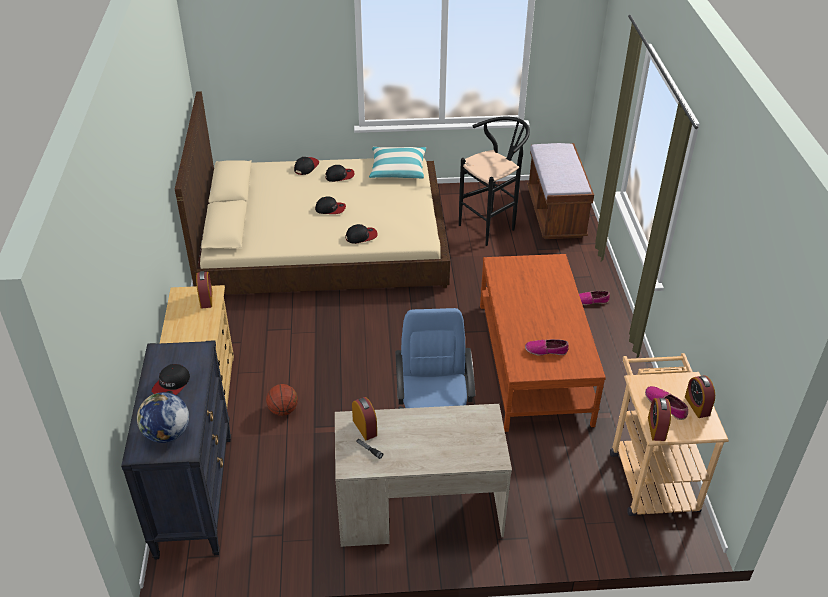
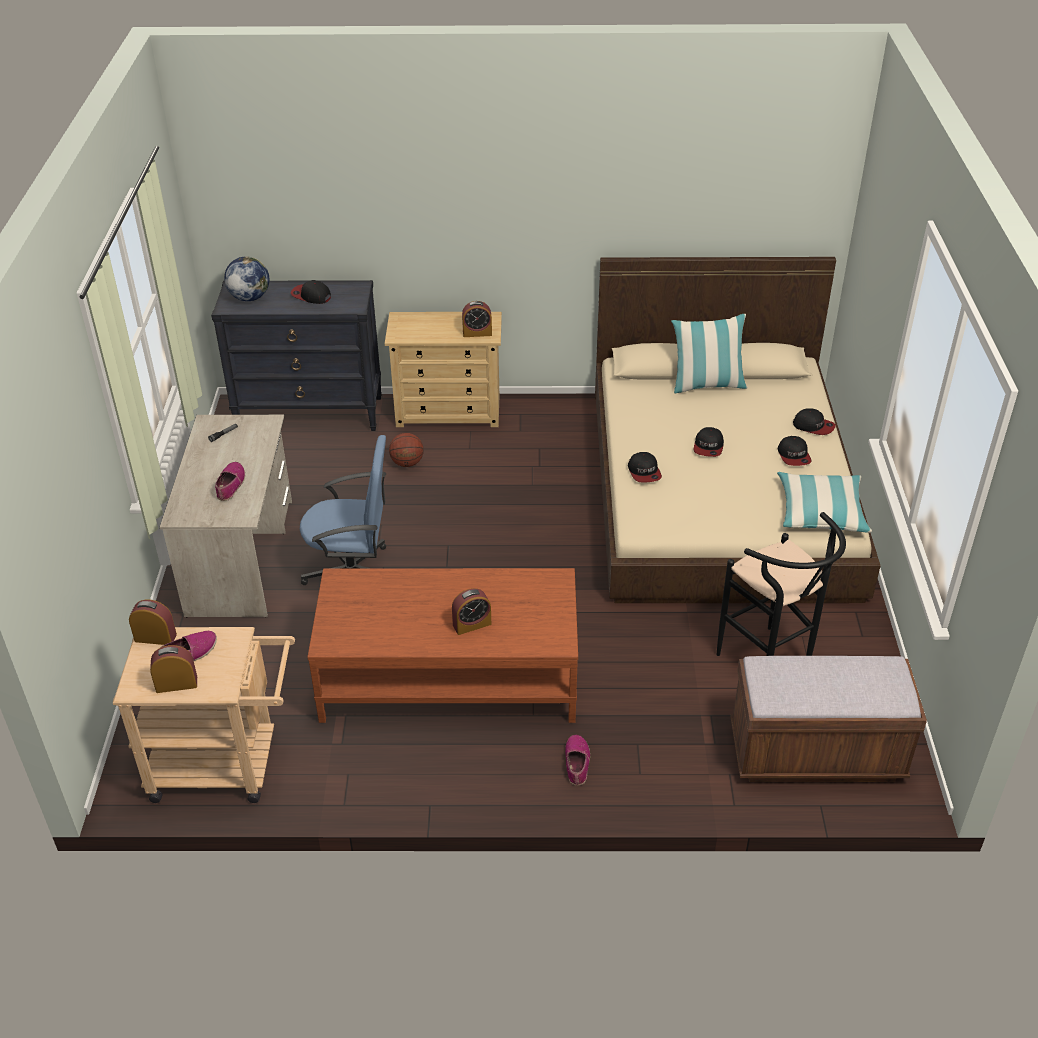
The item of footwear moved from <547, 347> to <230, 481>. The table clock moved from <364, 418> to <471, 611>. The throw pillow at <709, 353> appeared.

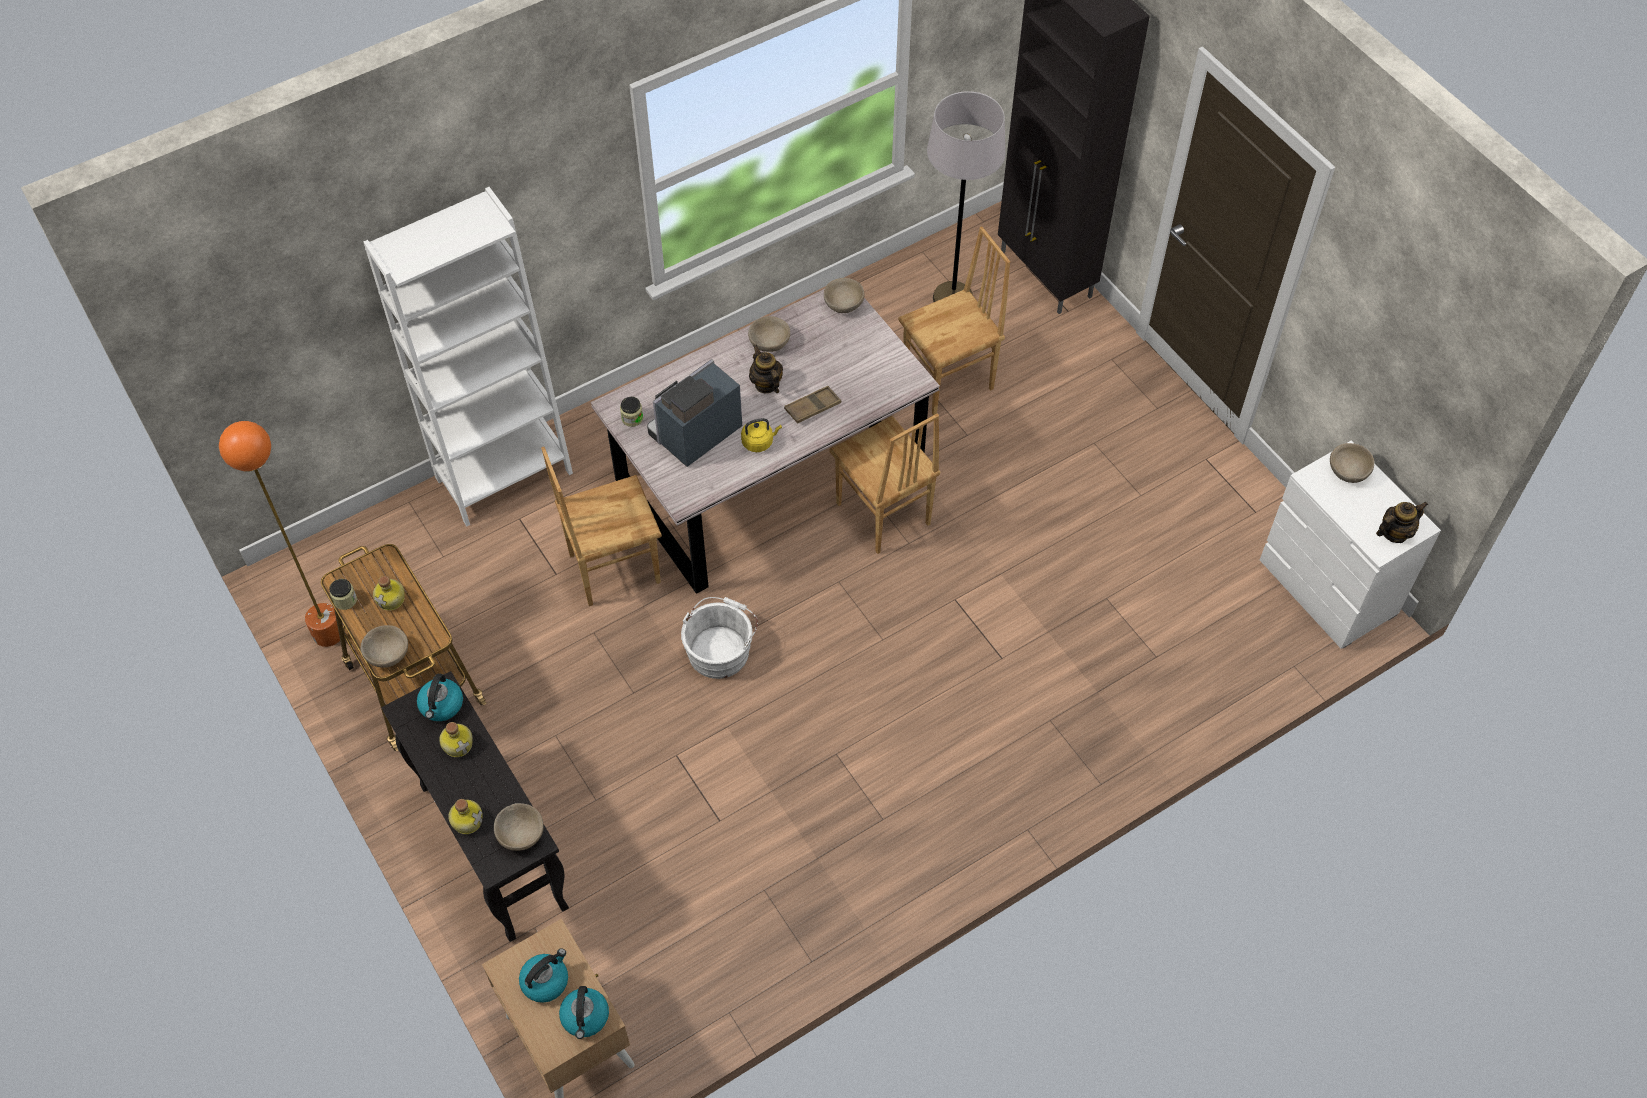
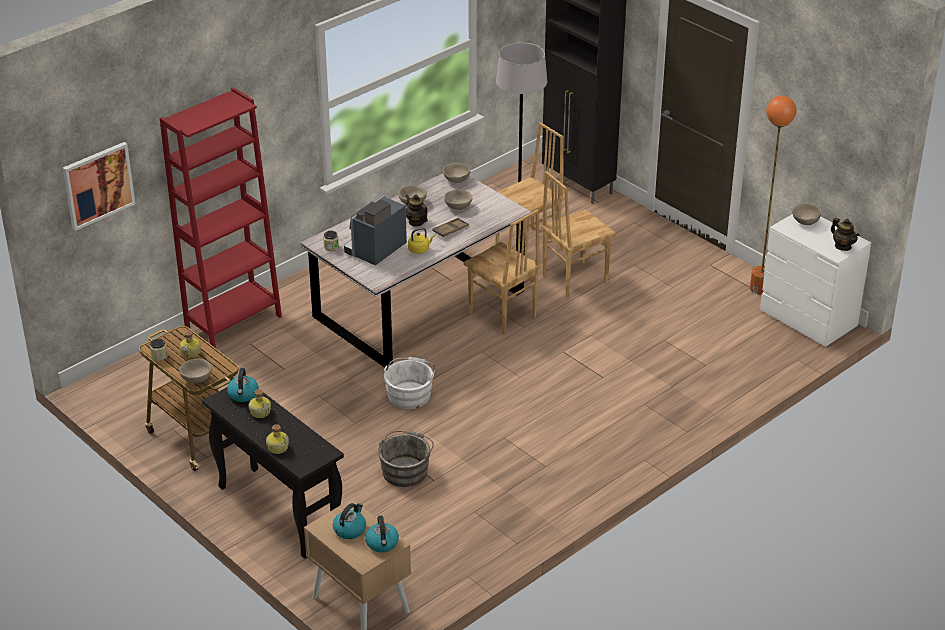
The bookshelf (whitish) at <468, 356> became the bookshelf (reddish) at <221, 217>. The floor lamp (orange-coloured) moved from <281, 534> to <773, 195>. The upright chair (brown-coloured) moved from <601, 526> to <578, 234>. The pot for tea at <1402, 522> turned 90 degrees clockwise. The serving bowl (beige) moved from <519, 827> to <458, 199>. The wall picture at <99, 186> appeared. The bucket (gray) at <406, 458> appeared.

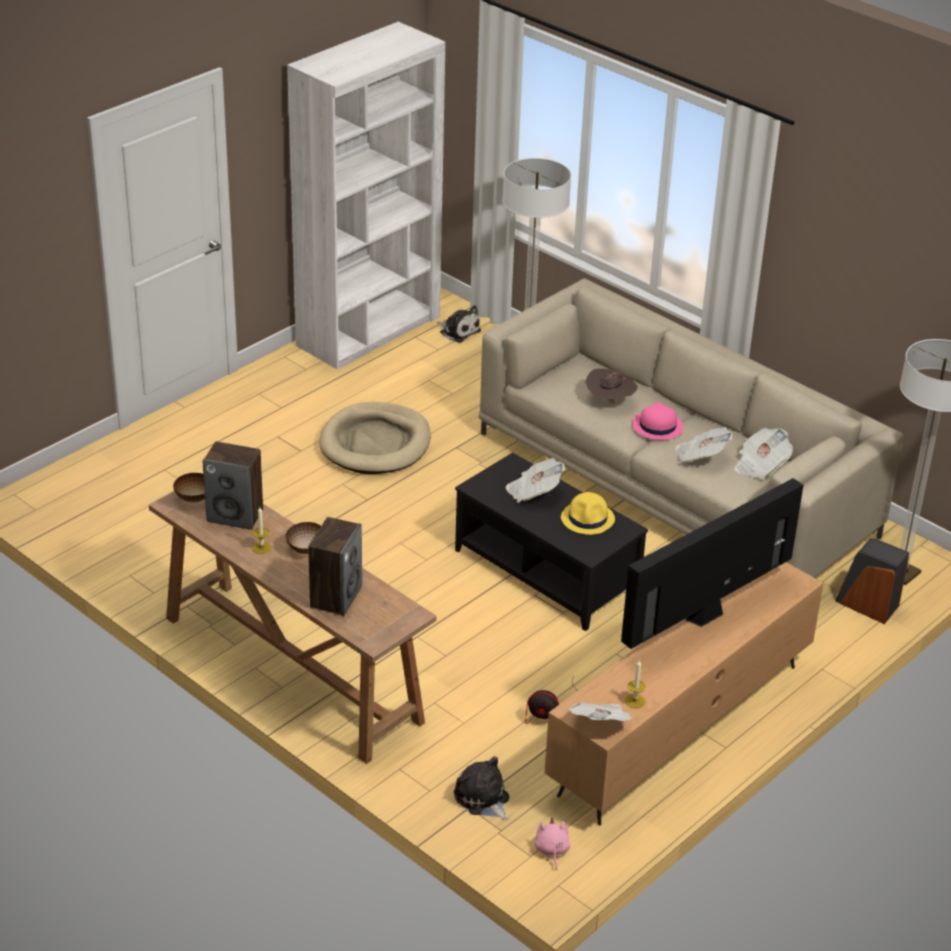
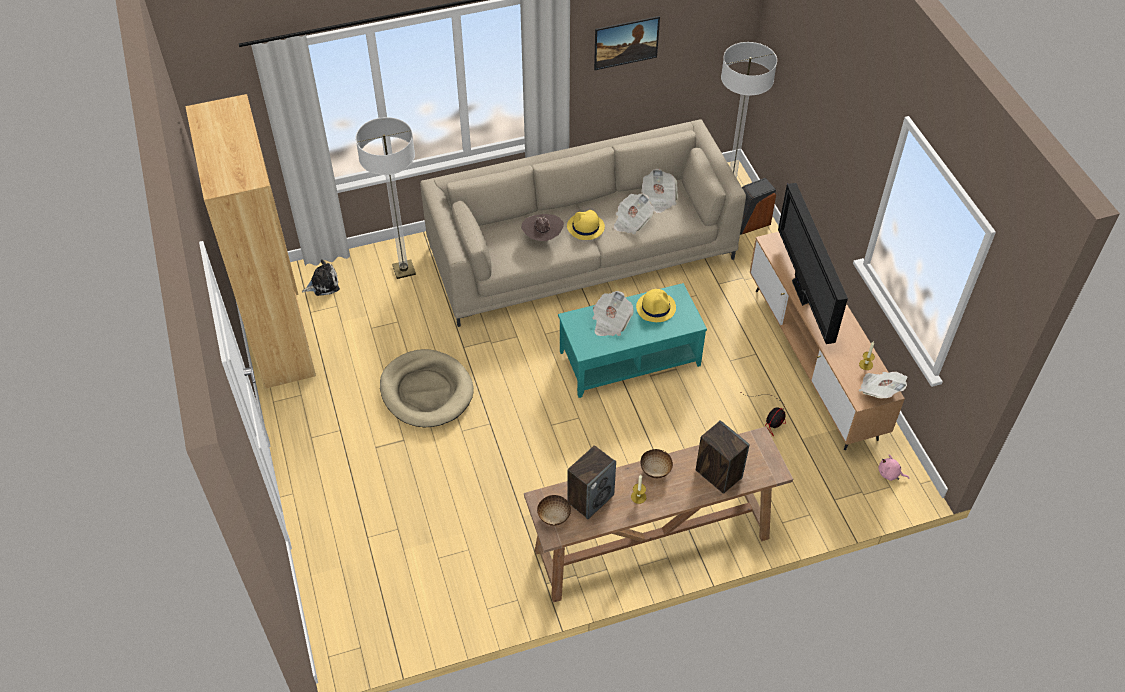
The bookshelf (whitish) at <366, 195> became the bookshelf (brown-coloured) at <250, 241>. The clothing hat (pinkish) at <657, 421> became the clothing hat (yellowish) at <586, 225>. The low table (blackish) at <551, 541> became the low table (turquoise) at <632, 340>. The plush toy at <481, 788> disappeared. The wall picture at <627, 43> appeared.

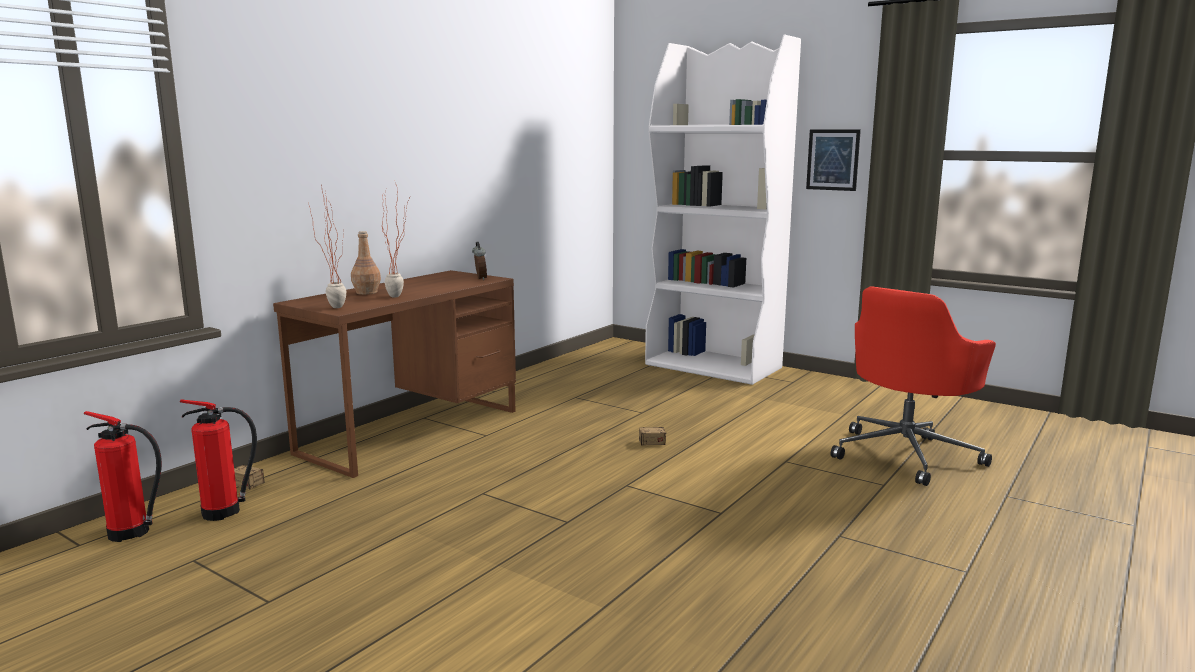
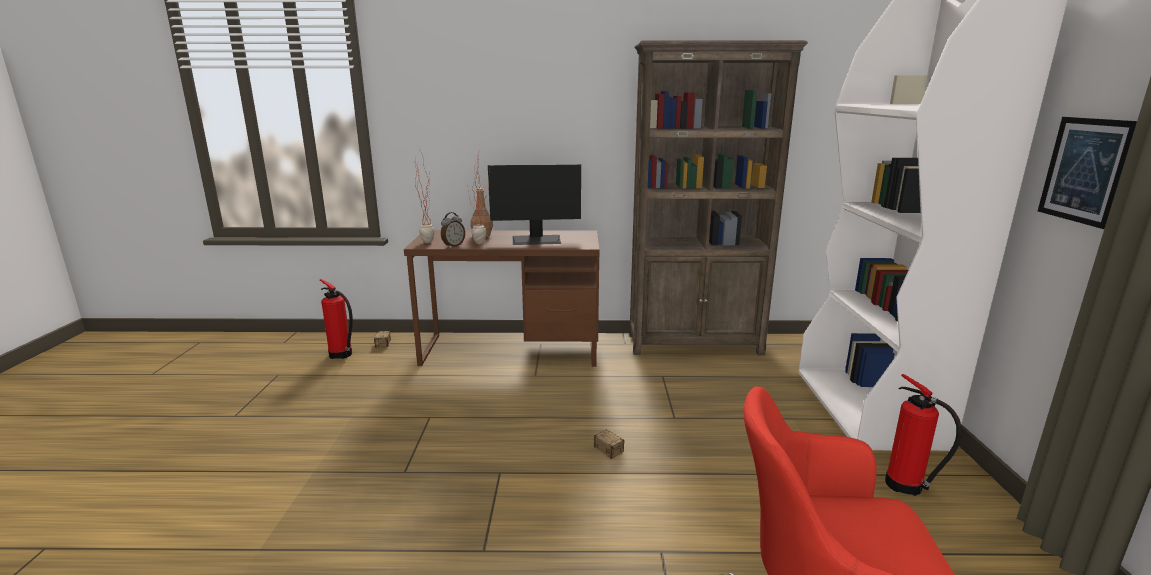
The table clock moved from <479, 261> to <453, 230>. The extinguisher moved from <123, 476> to <923, 435>. The bookshelf (brown-coloured) at <719, 197> appeared. The computer screen at <534, 204> appeared.

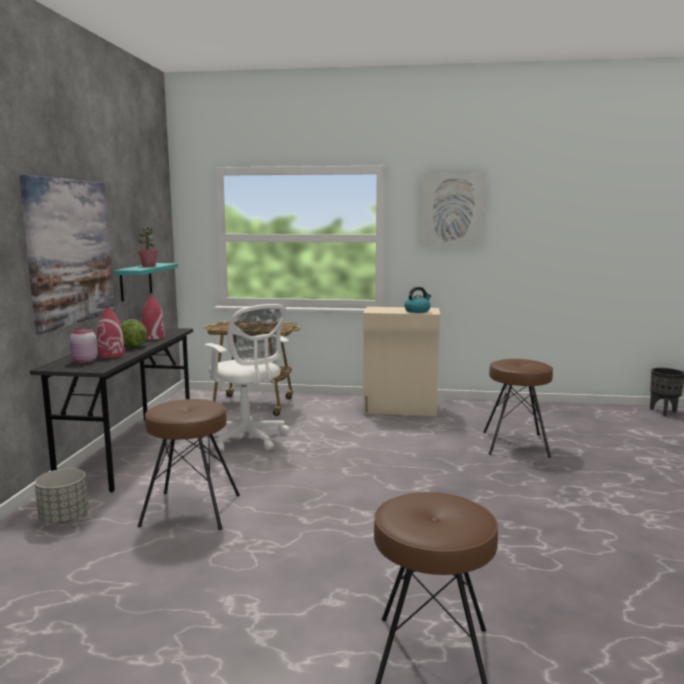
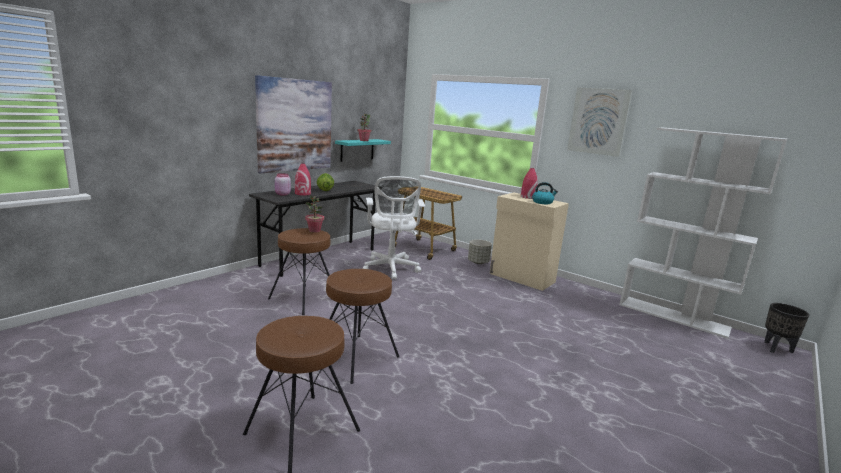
The vase (reddish) moved from <153, 318> to <529, 183>. The stool (brown-coloured) moved from <518, 408> to <362, 326>. The flower pot (gray) moved from <61, 496> to <480, 251>. The bookshelf (whitish) at <703, 233> appeared. The houseplant at <314, 214> appeared.

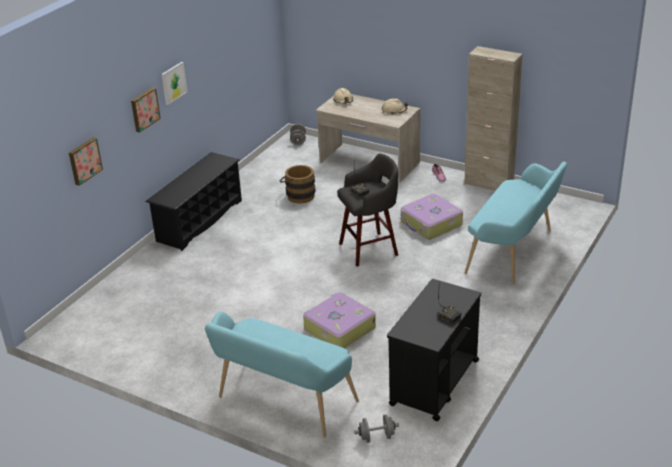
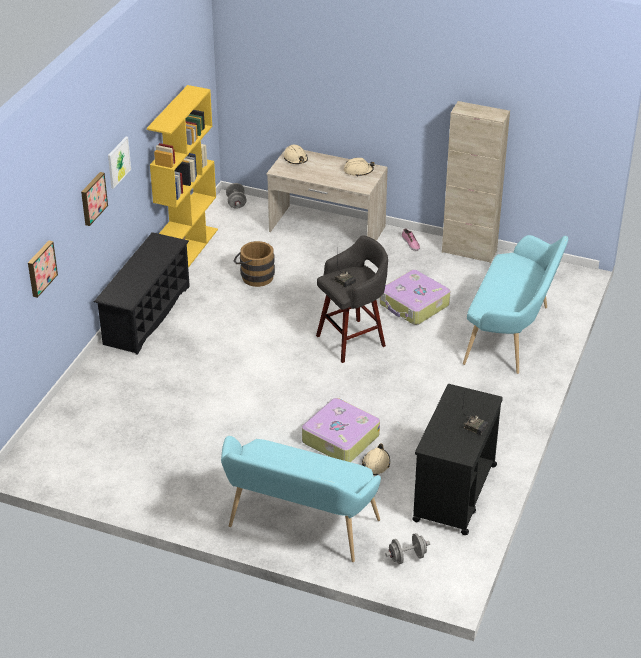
The bookshelf (yellowish) at <182, 176> appeared. The hard hat (beige) at <376, 459> appeared.

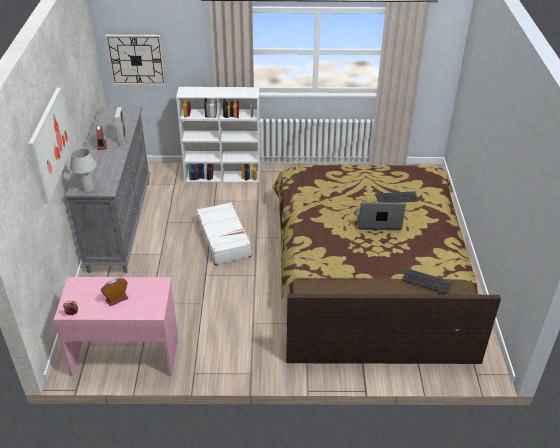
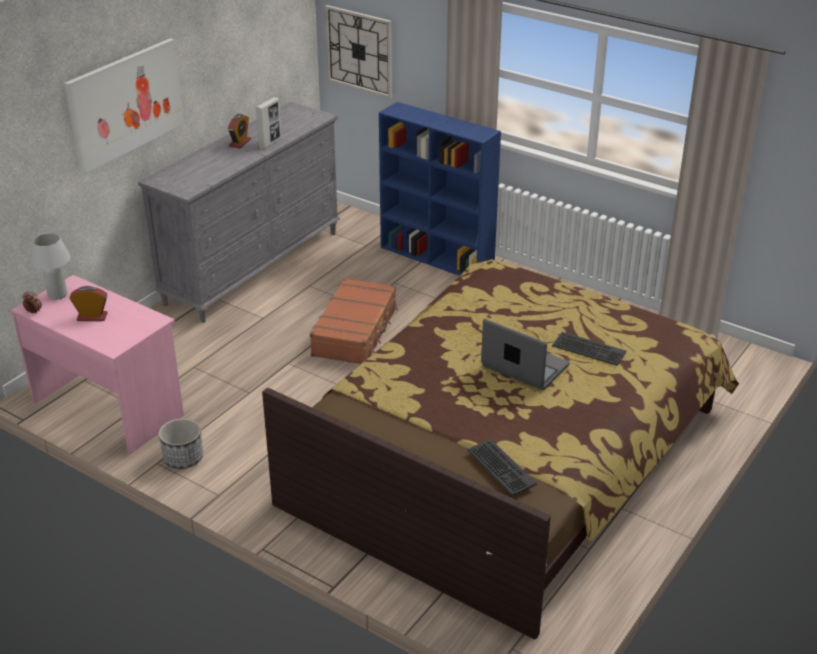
The bookshelf (whitish) at <218, 135> became the bookshelf (blue-coloured) at <440, 189>. The table lamp (whitish) moved from <83, 170> to <50, 266>. The piece of luggage (whitish) at <224, 233> became the piece of luggage (brown-coloured) at <354, 321>. The flower pot at <181, 443> appeared.

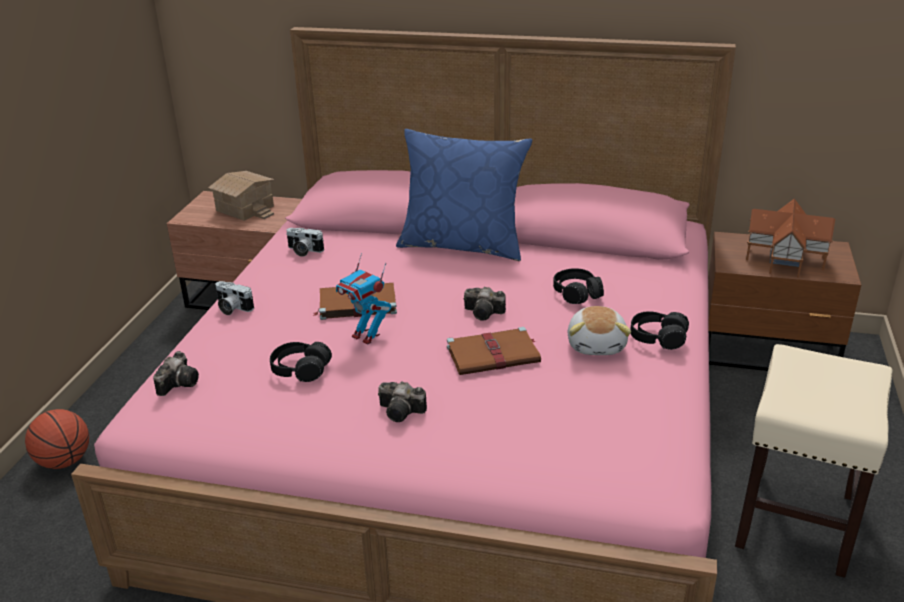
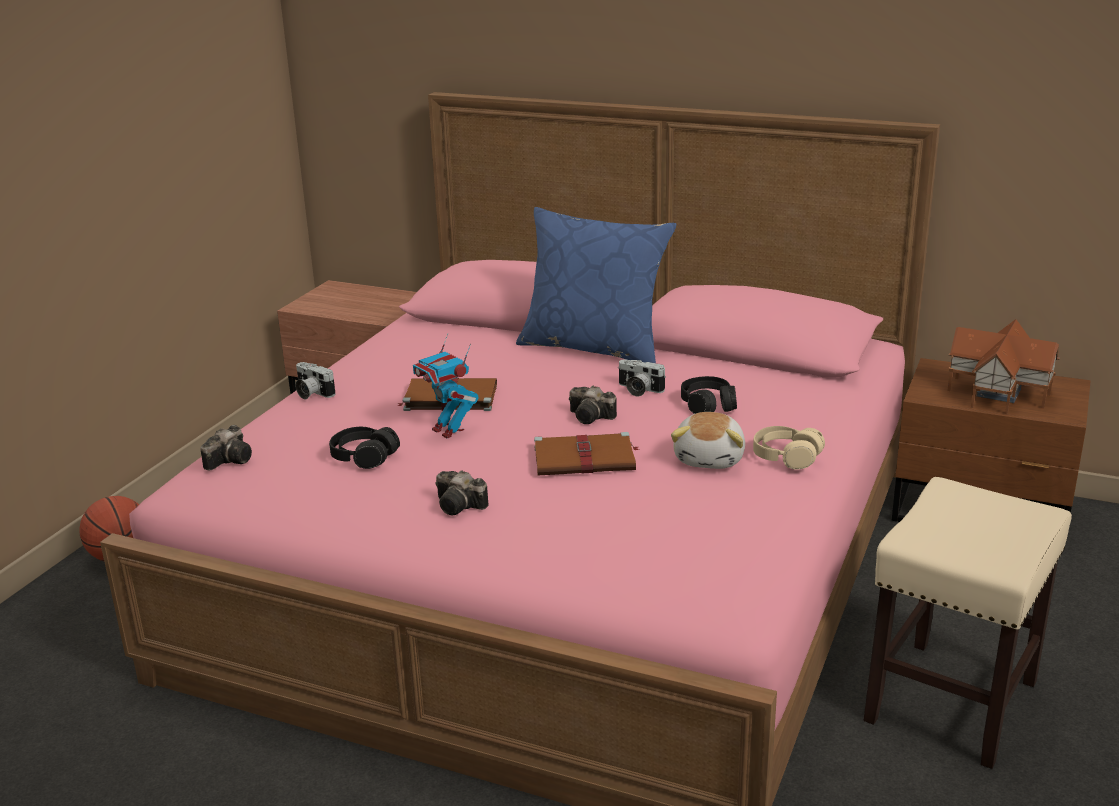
The model house at <241, 196> disappeared. The photo camera moved from <305, 242> to <642, 377>. The pair of headphones (blackish) at <659, 330> became the pair of headphones (beige) at <789, 448>.

